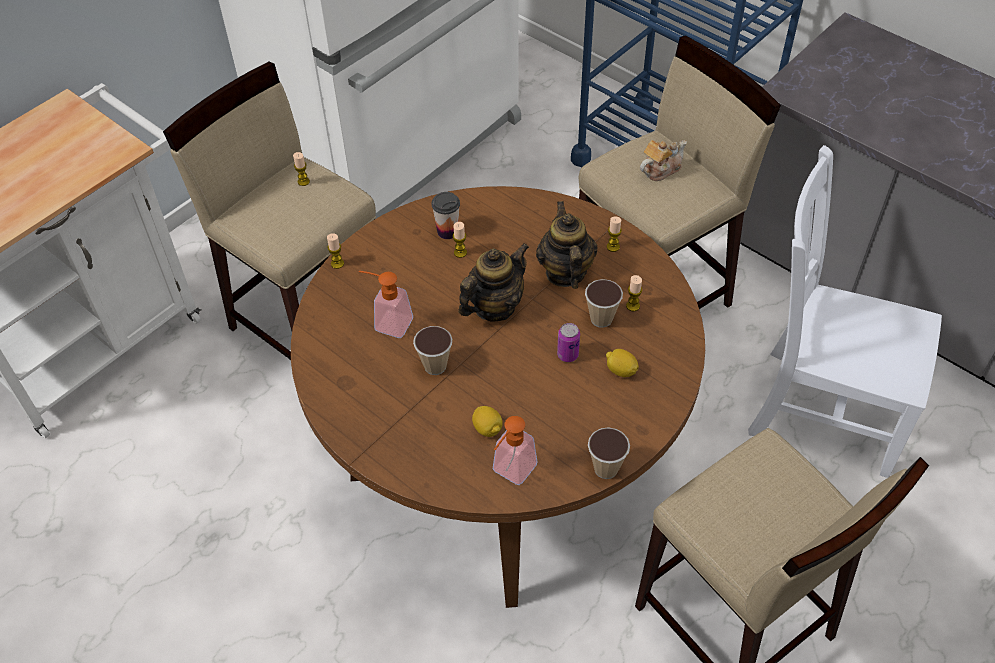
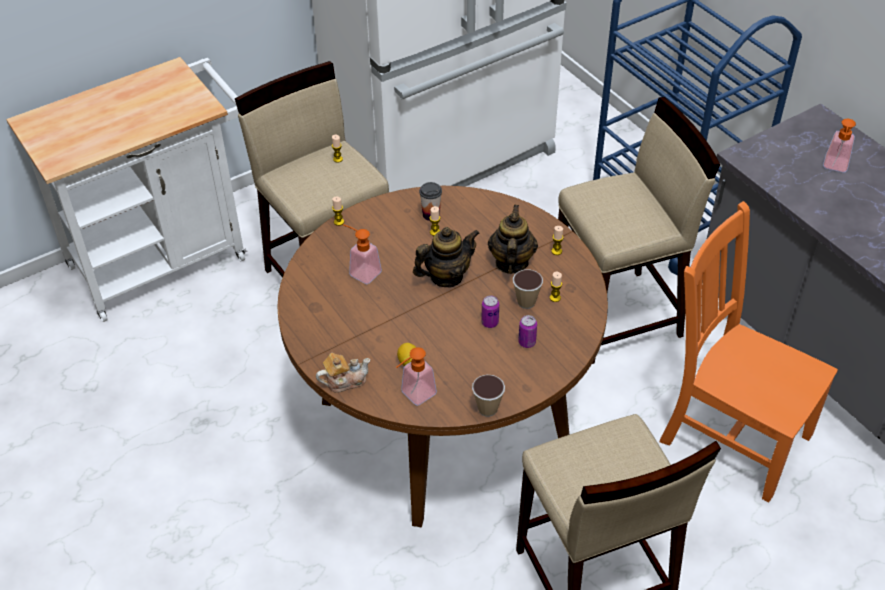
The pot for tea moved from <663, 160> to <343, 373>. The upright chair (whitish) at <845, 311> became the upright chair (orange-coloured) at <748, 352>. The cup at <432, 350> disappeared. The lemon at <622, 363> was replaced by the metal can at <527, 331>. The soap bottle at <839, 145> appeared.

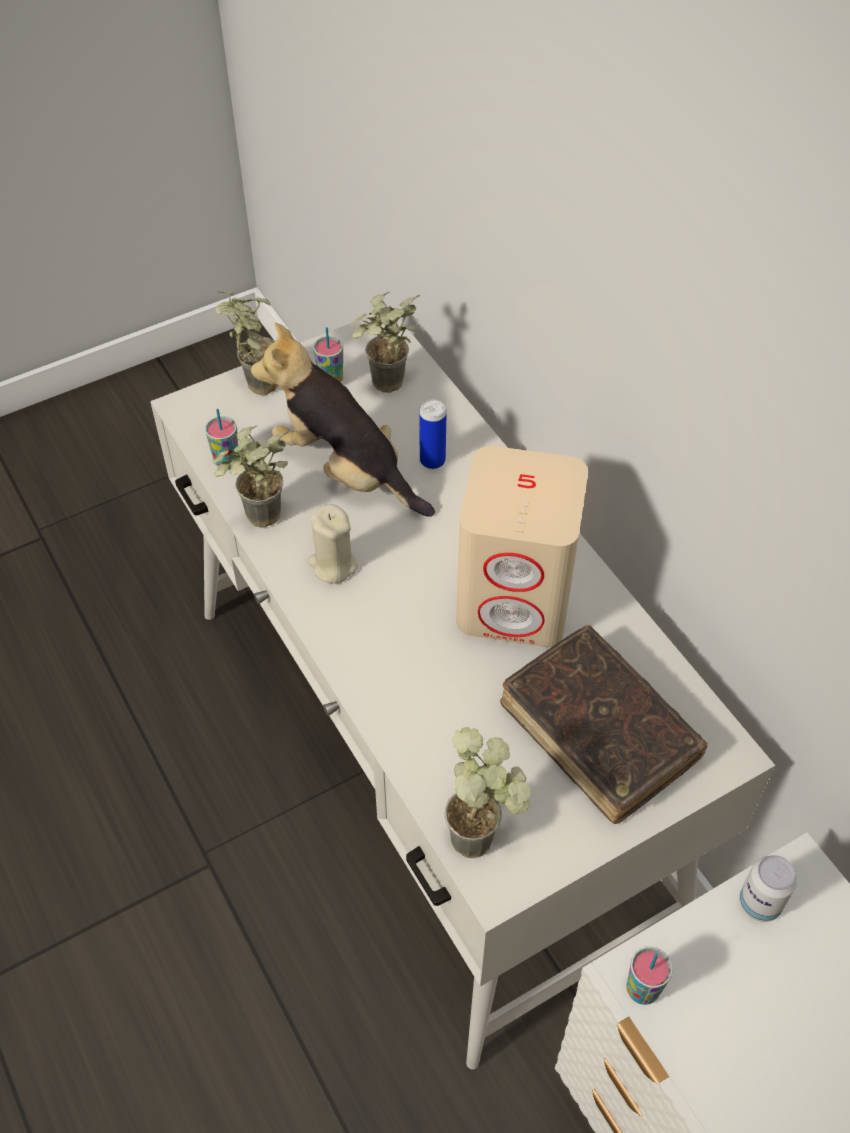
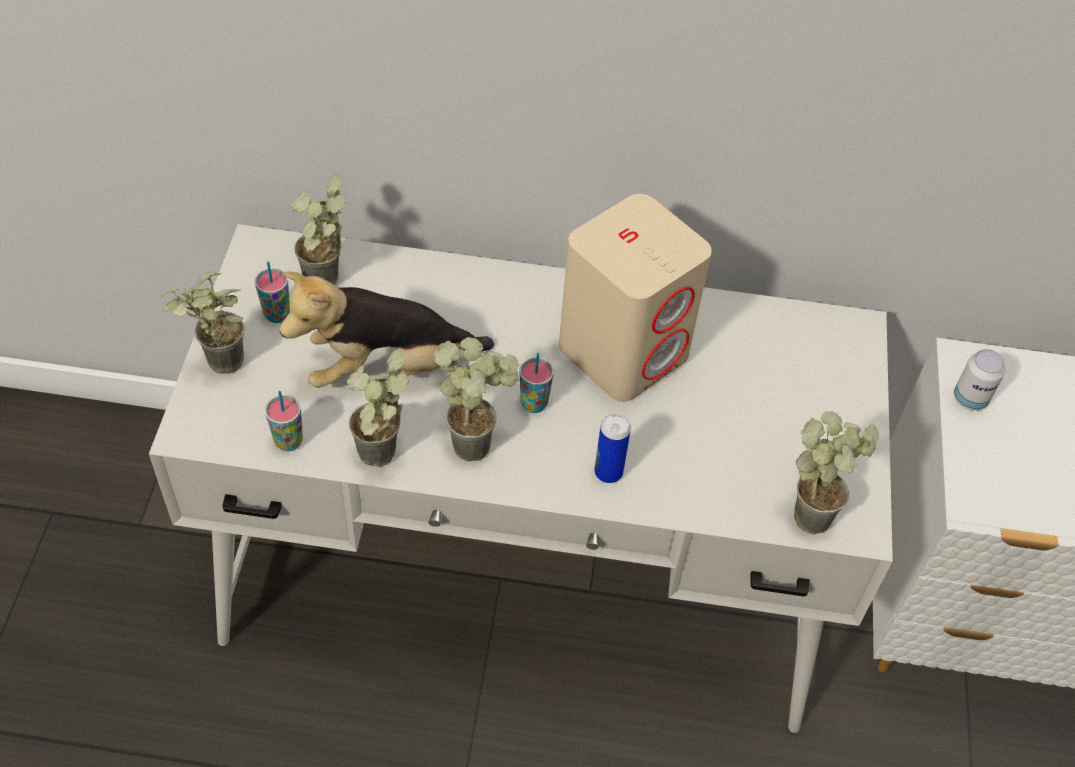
The metal can moved from <433, 434> to <612, 448>. The wax light (beige) at <333, 544> was replaced by the houseplant at <476, 399>. The bound book (brown-coloured) at <604, 724> disappeared. The cup moved from <649, 976> to <537, 383>.

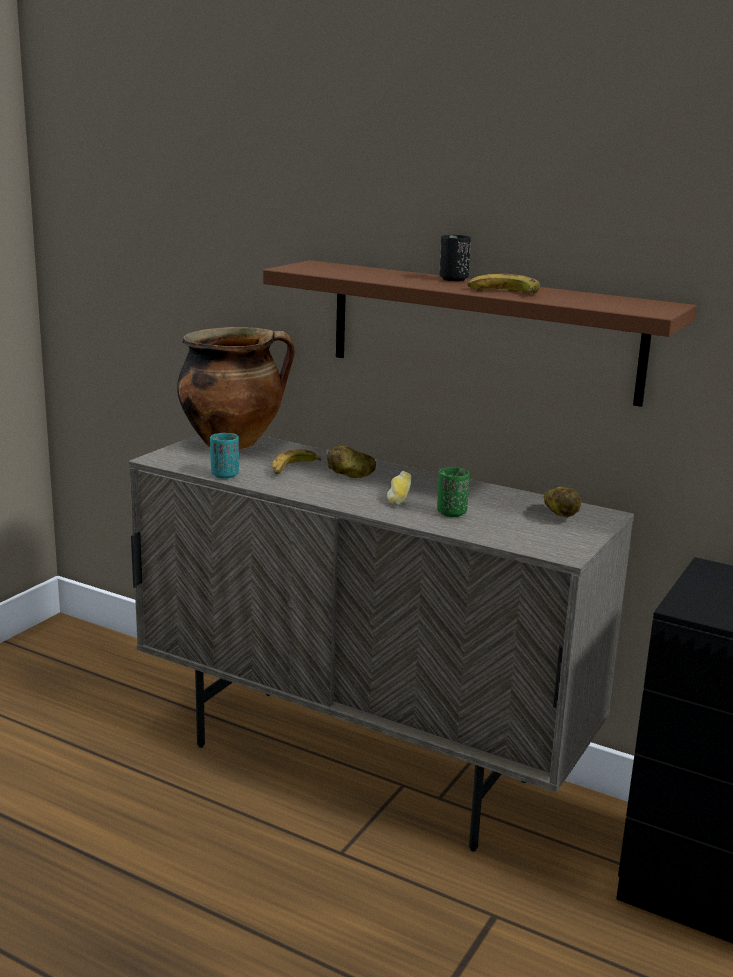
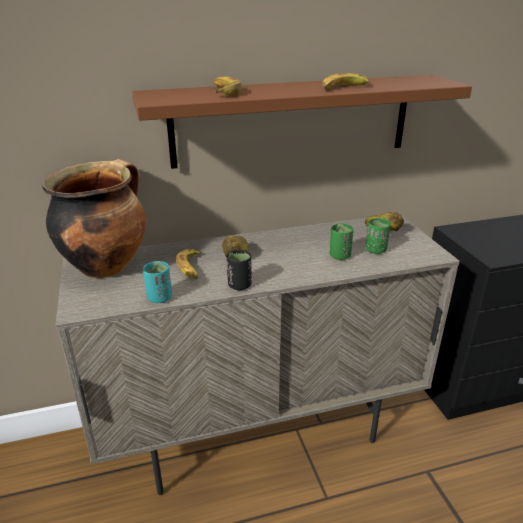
The cup (blackish) moved from <455, 258> to <239, 270>. The bread at <399, 488> disappeared. The banana at <227, 86> appeared. The cup (green) at <378, 236> appeared.

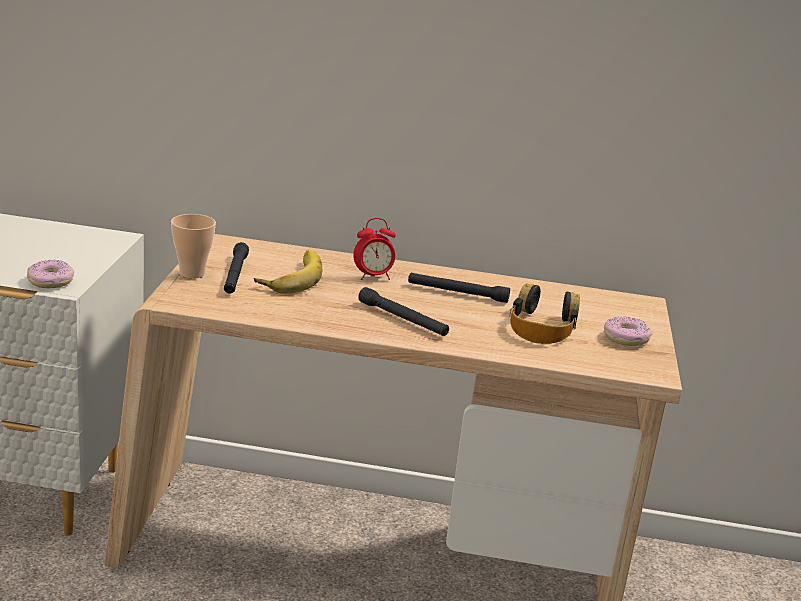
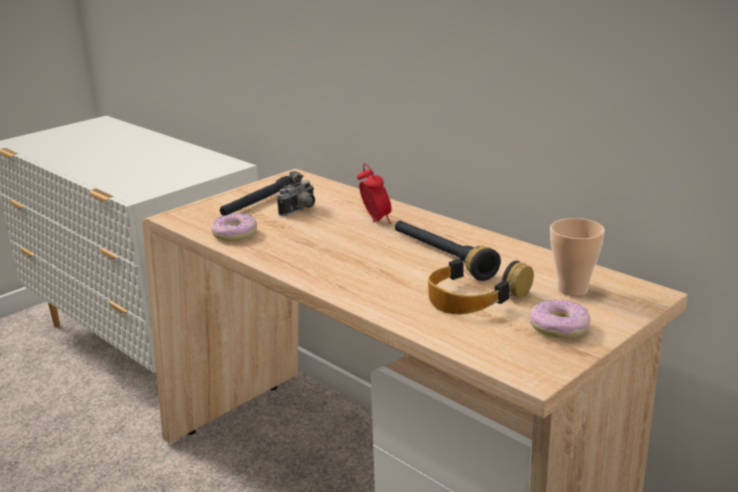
The cup moved from <193, 246> to <577, 257>. The table clock at <374, 249> turned 135 degrees counterclockwise. The banana at <288, 272> was replaced by the photo camera at <296, 193>. The doughnut moved from <50, 274> to <234, 227>. The flashlight (blackish) at <403, 311> disappeared.

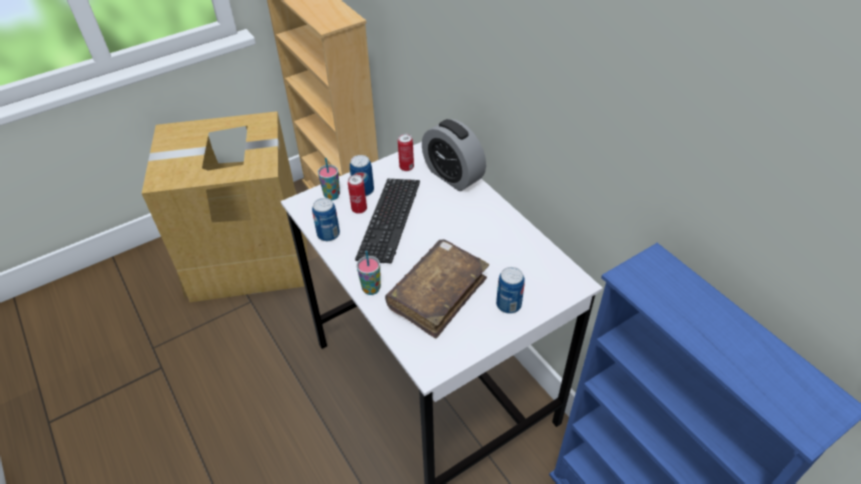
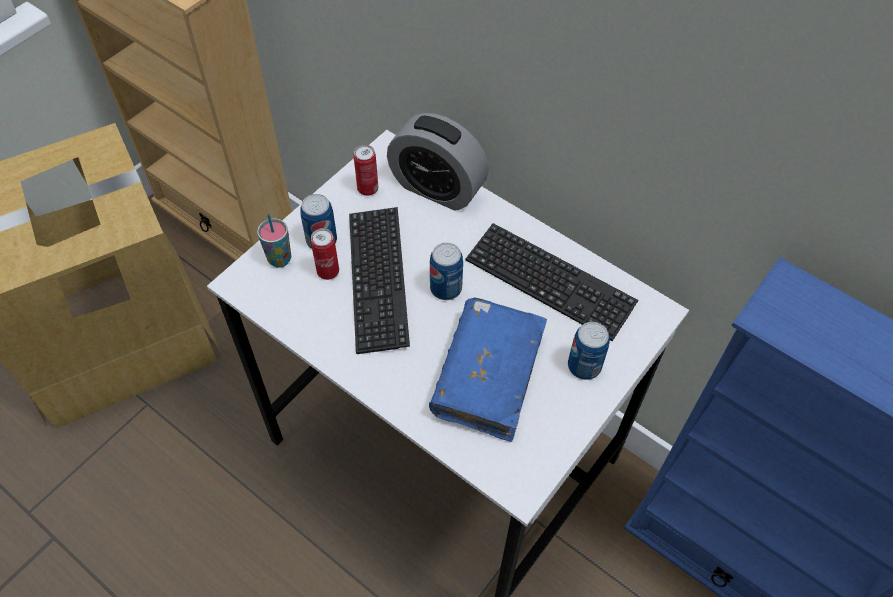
The metal can moved from <326, 219> to <446, 271>. The bound book (brown-coloured) at <437, 289> became the bound book (blue-coloured) at <488, 369>. The cup at <368, 273> disappeared. The computer keyboard at <552, 282> appeared.

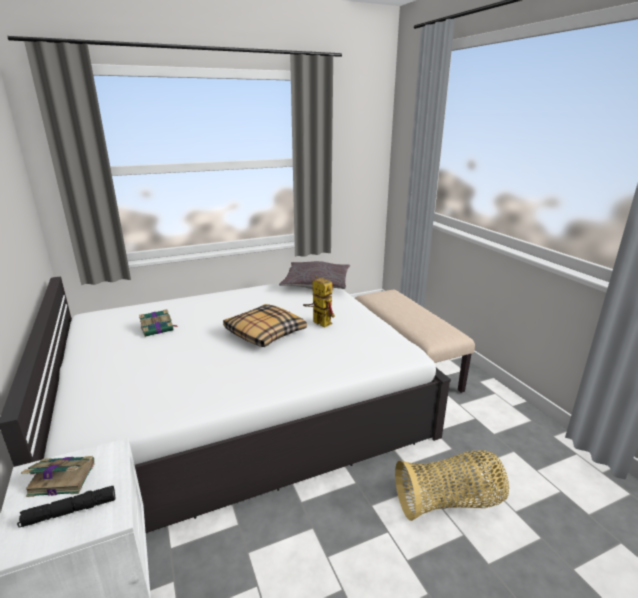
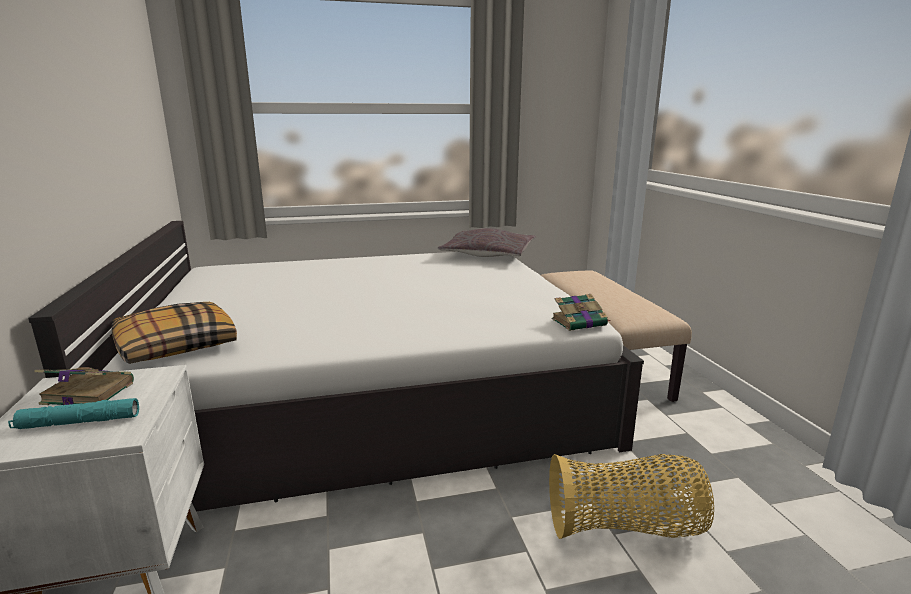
The robot figure at <319, 302> disappeared. The throw pillow moved from <265, 325> to <174, 333>. The bound book moved from <158, 323> to <581, 312>. The flashlight (blackish) at <66, 506> became the flashlight (turquoise) at <73, 413>.

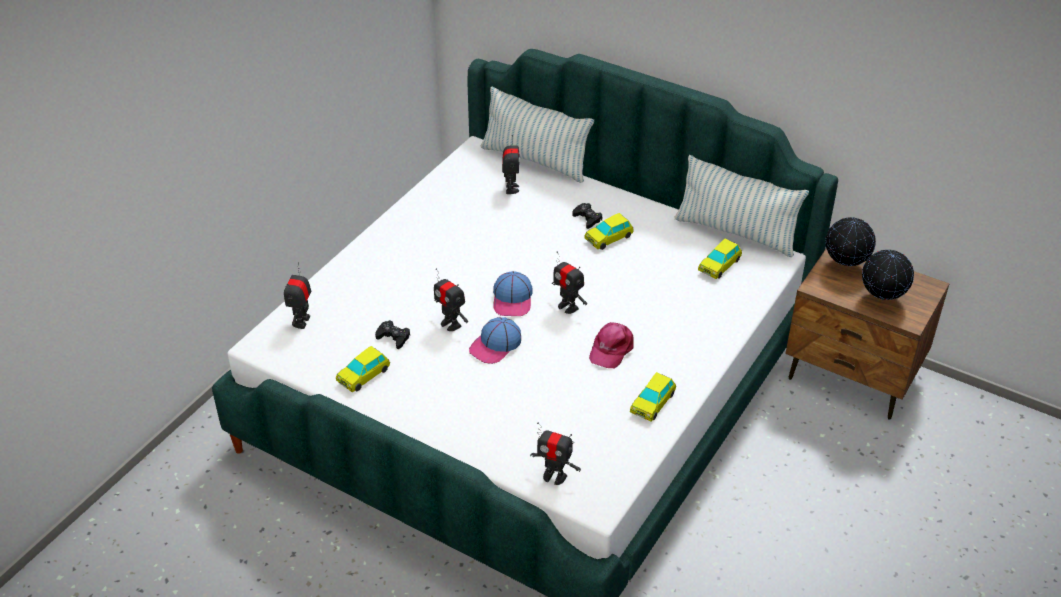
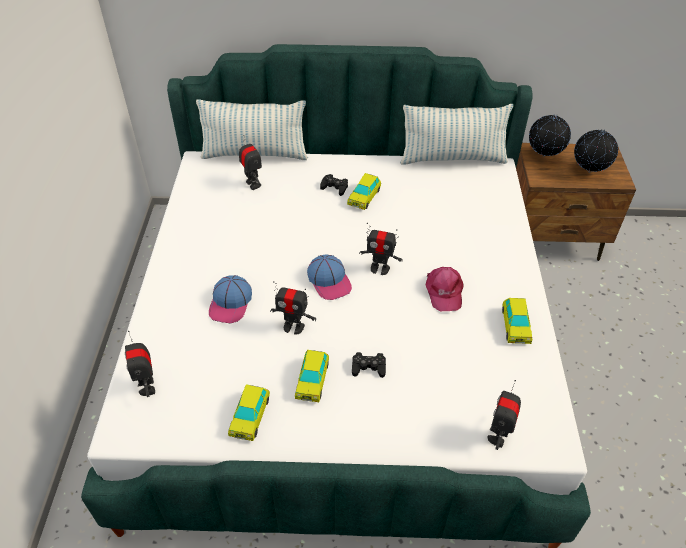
The toy car moved from <720, 258> to <312, 376>. The peaked cap moved from <495, 340> to <230, 299>. The game controller (blackish) moved from <392, 334> to <369, 365>. The robot figure at <555, 454> turned 120 degrees clockwise.

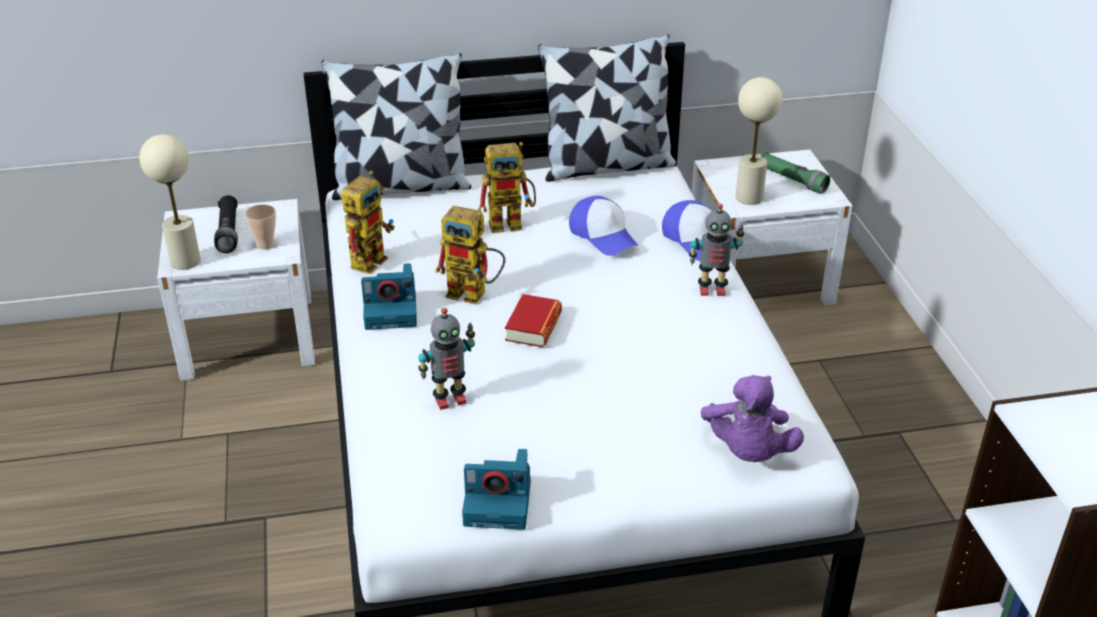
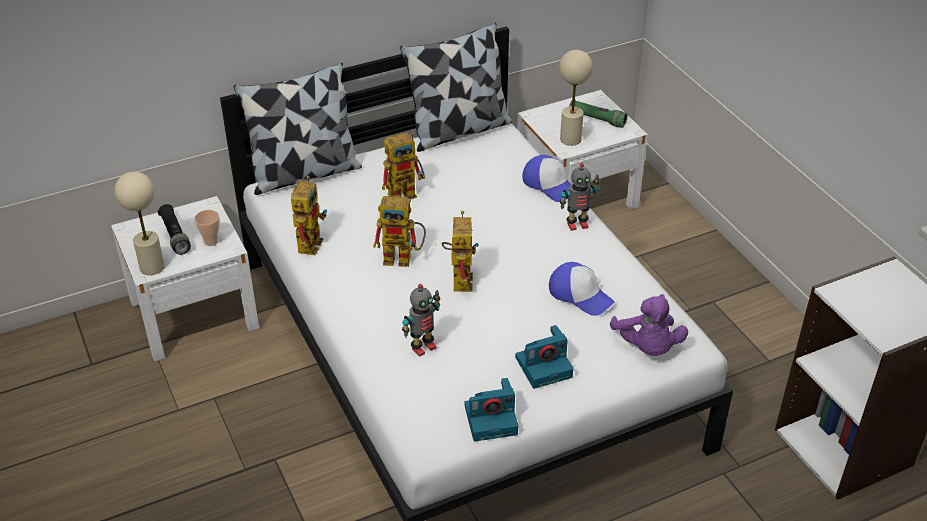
The peaked cap moved from <603, 226> to <582, 289>. The photo camera moved from <389, 296> to <544, 357>. The bound book at <533, 320> was replaced by the robot figure at <460, 251>.

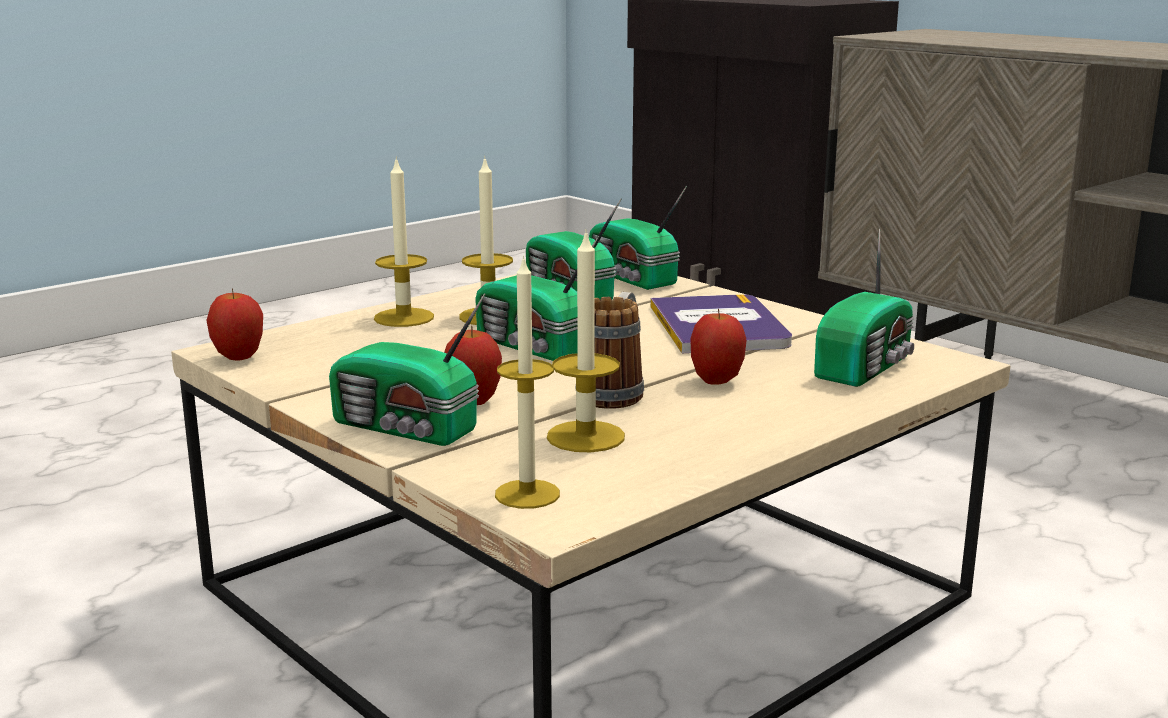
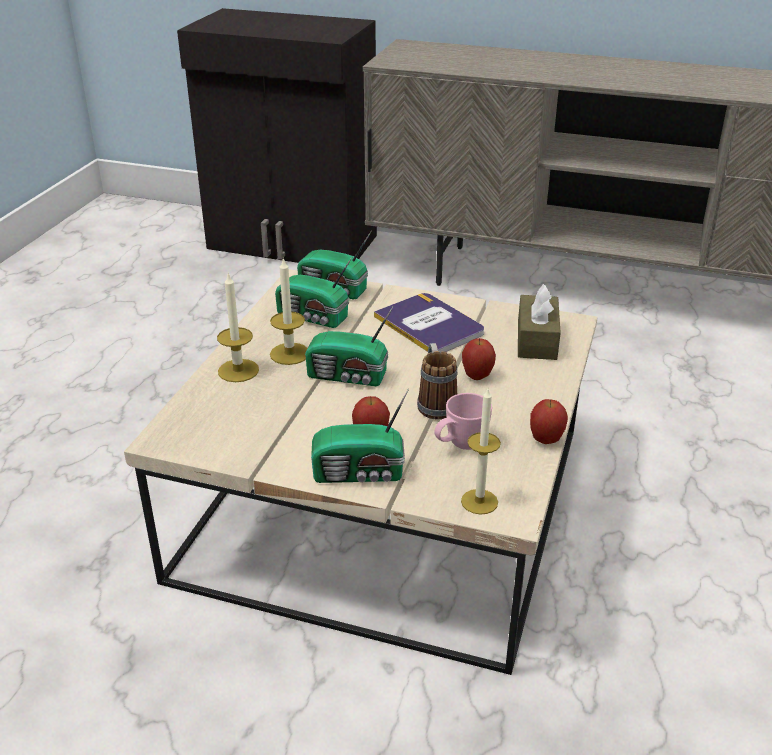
The radio receiver at <864, 307> was replaced by the box of tissues (brown-coloured) at <539, 322>. The wax light at <586, 340> was replaced by the mug (pinkish) at <463, 421>. The whole apple moved from <234, 324> to <549, 421>.

